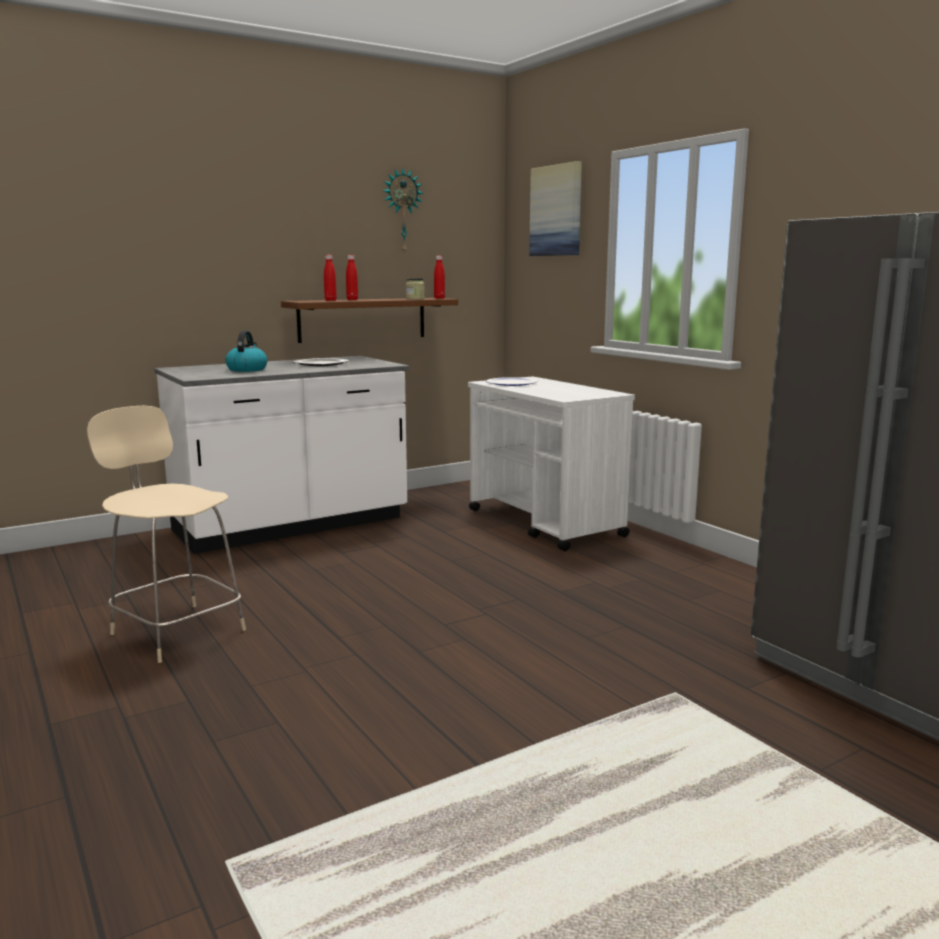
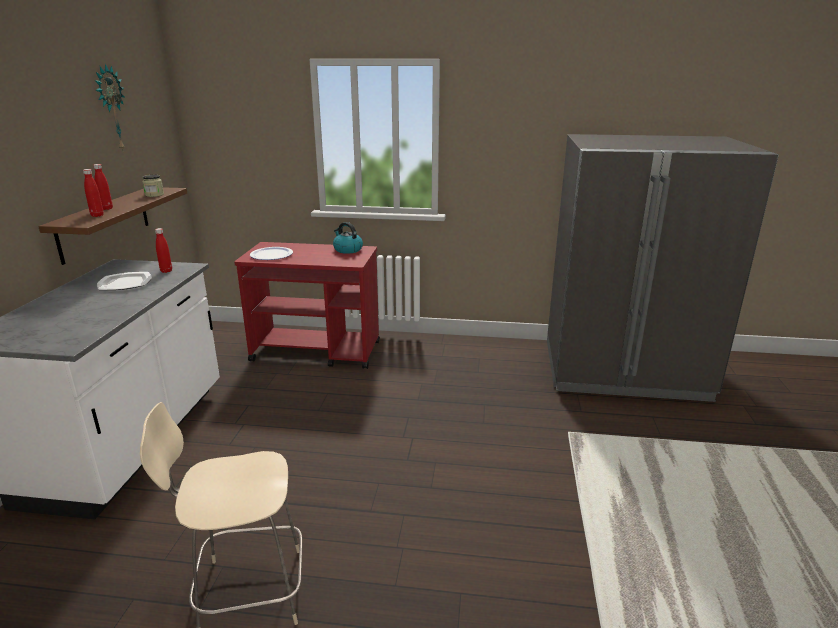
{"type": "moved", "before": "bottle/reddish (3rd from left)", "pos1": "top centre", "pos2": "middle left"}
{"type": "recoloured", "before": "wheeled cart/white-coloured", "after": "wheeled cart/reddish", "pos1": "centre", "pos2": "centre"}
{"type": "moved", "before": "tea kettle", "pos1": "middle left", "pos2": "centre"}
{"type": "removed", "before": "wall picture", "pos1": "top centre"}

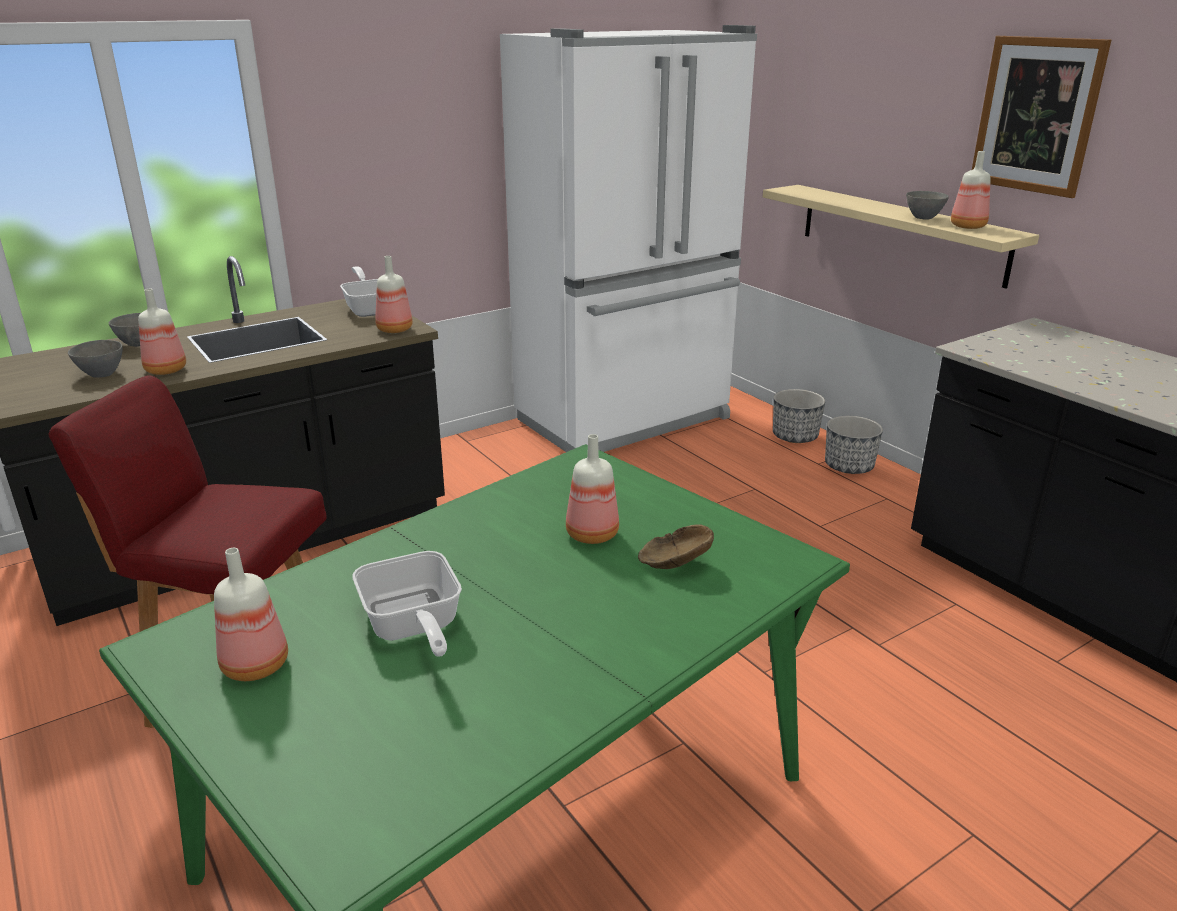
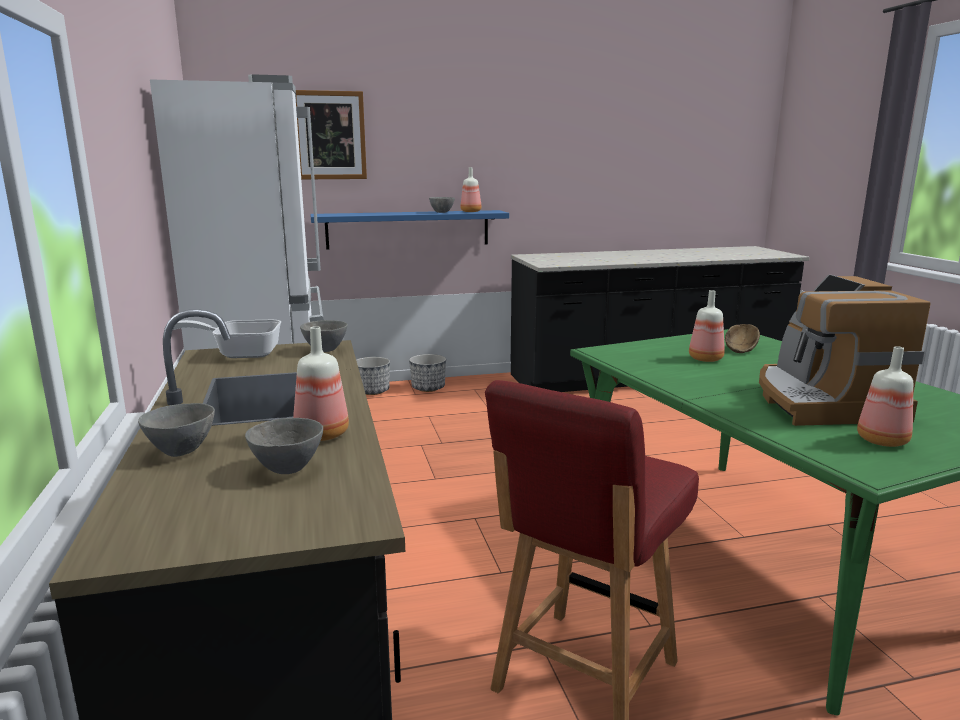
{"type": "moved", "before": "wall picture", "pos1": "top right", "pos2": "top centre"}
{"type": "replaced", "before": "bottle (3rd from left)", "after": "deep dish/greyish (3rd from left)", "pos1": "top centre", "pos2": "centre"}
{"type": "recoloured", "before": "shelf/beige-coloured", "after": "shelf/blue", "pos1": "top right", "pos2": "top centre"}
{"type": "replaced", "before": "skillet (2nd from left)", "after": "coffee maker", "pos1": "centre", "pos2": "middle right"}

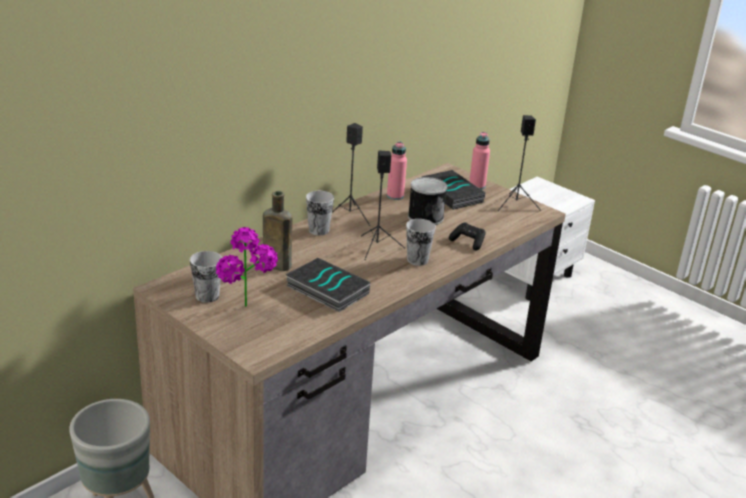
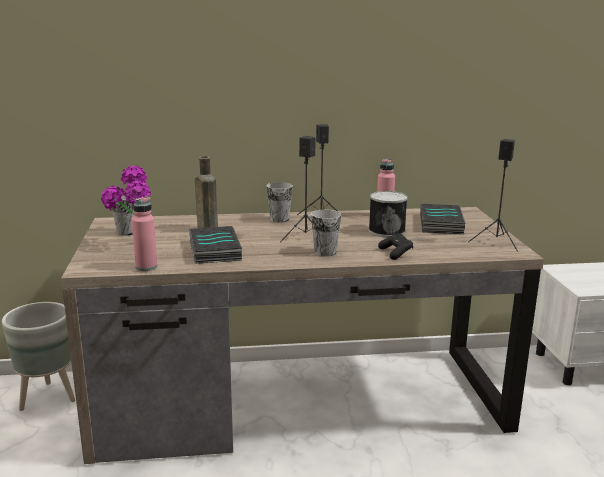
{"type": "moved", "before": "bottle/pink-coloured (2nd from left in the first image)", "after": "bottle/pink-coloured (1st from left)", "pos1": "top centre", "pos2": "middle left"}

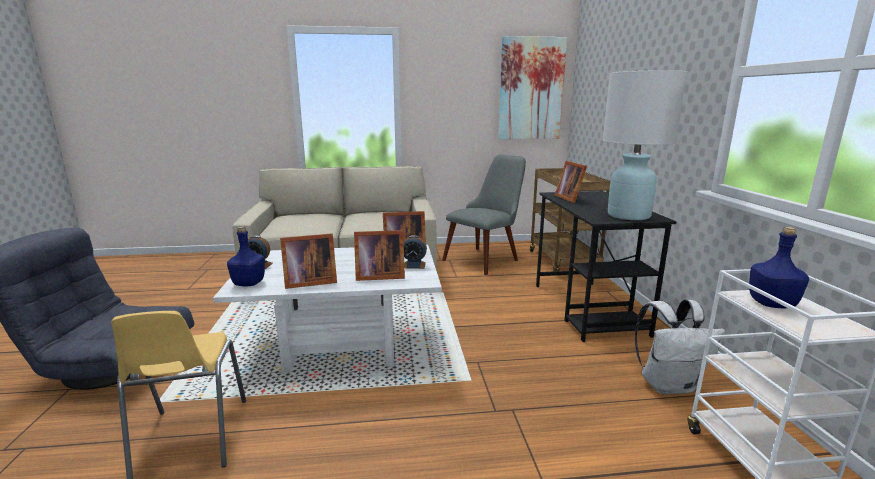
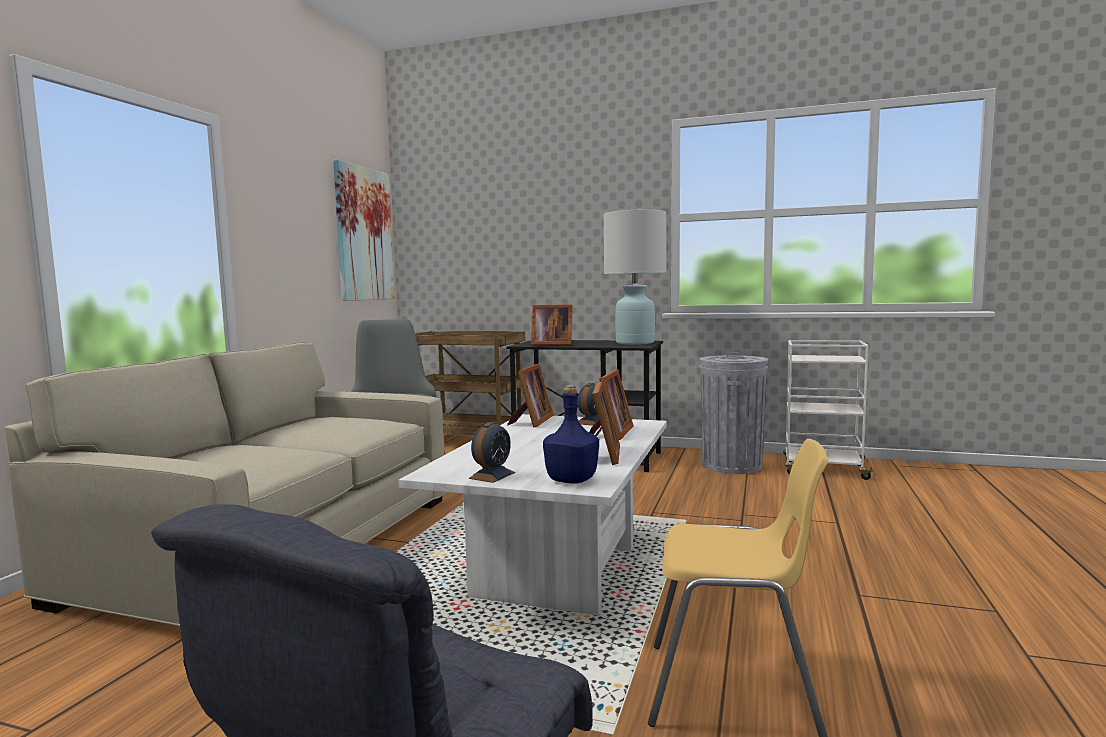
{"type": "replaced", "before": "rucksack/white-coloured", "after": "waste bin/greyish", "pos1": "bottom right", "pos2": "centre"}
{"type": "removed", "before": "bottle/blue (2nd from left)", "pos1": "middle right"}

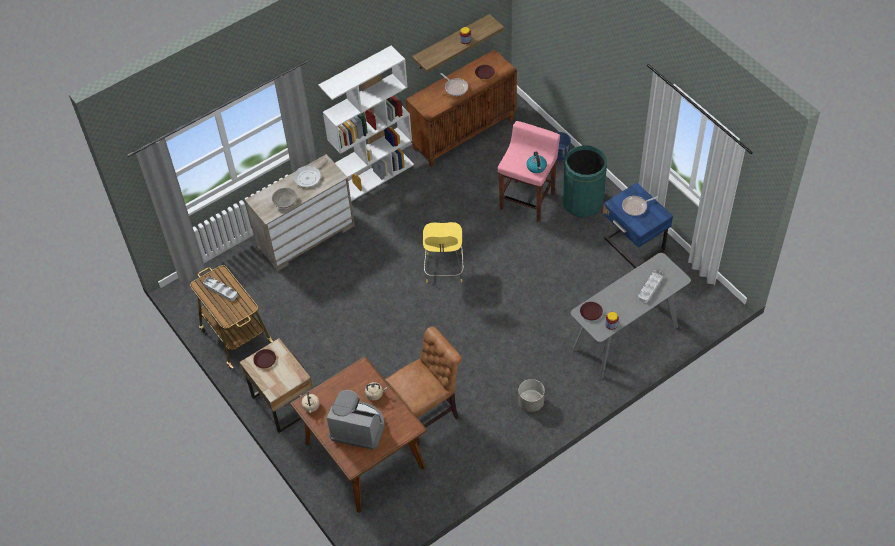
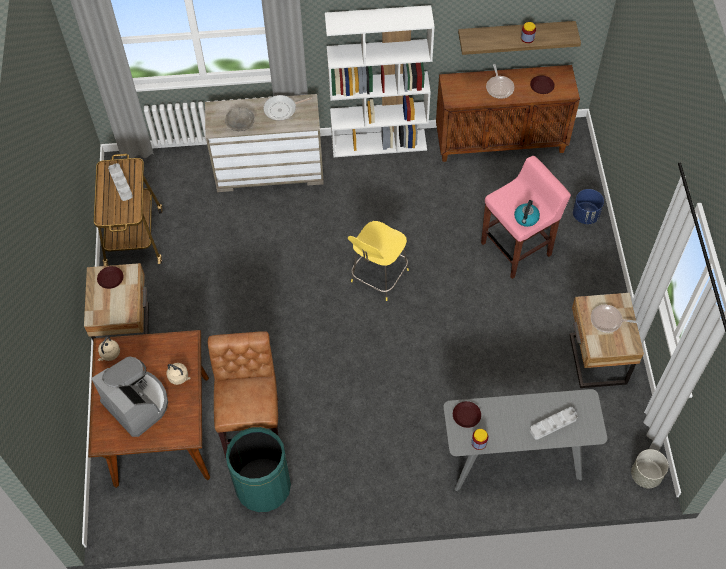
{"type": "turned", "before": "plain chair/brown-coloured", "pos1": "bottom centre", "pos2": "bottom centre", "turn": -90}
{"type": "moved", "before": "waste bin/green", "pos1": "top centre", "pos2": "bottom centre"}
{"type": "recoloured", "before": "night table/blue", "after": "night table/beige-coloured (2nd from left)", "pos1": "middle right", "pos2": "middle right"}
{"type": "moved", "before": "planter/greyish", "pos1": "bottom centre", "pos2": "bottom right"}

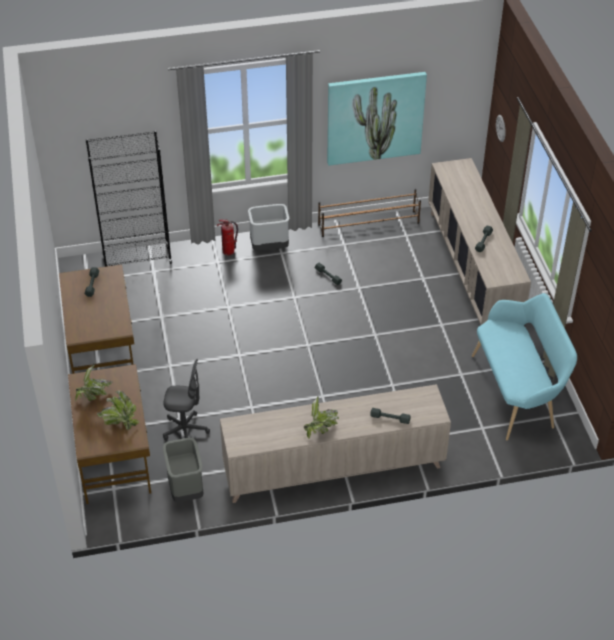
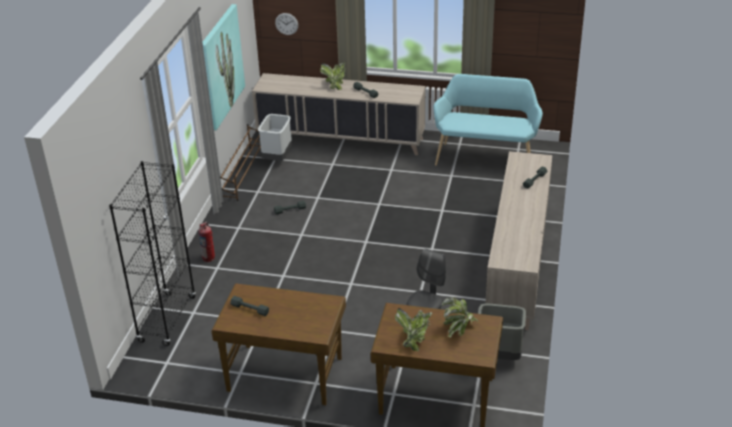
{"type": "moved", "before": "waste bin/greyish (2nd from left in the first image)", "after": "waste bin/greyish (1st from left)", "pos1": "centre", "pos2": "top centre"}
{"type": "moved", "before": "potted plant (3rd from left in the first image)", "after": "potted plant (1st from left)", "pos1": "centre", "pos2": "top centre"}

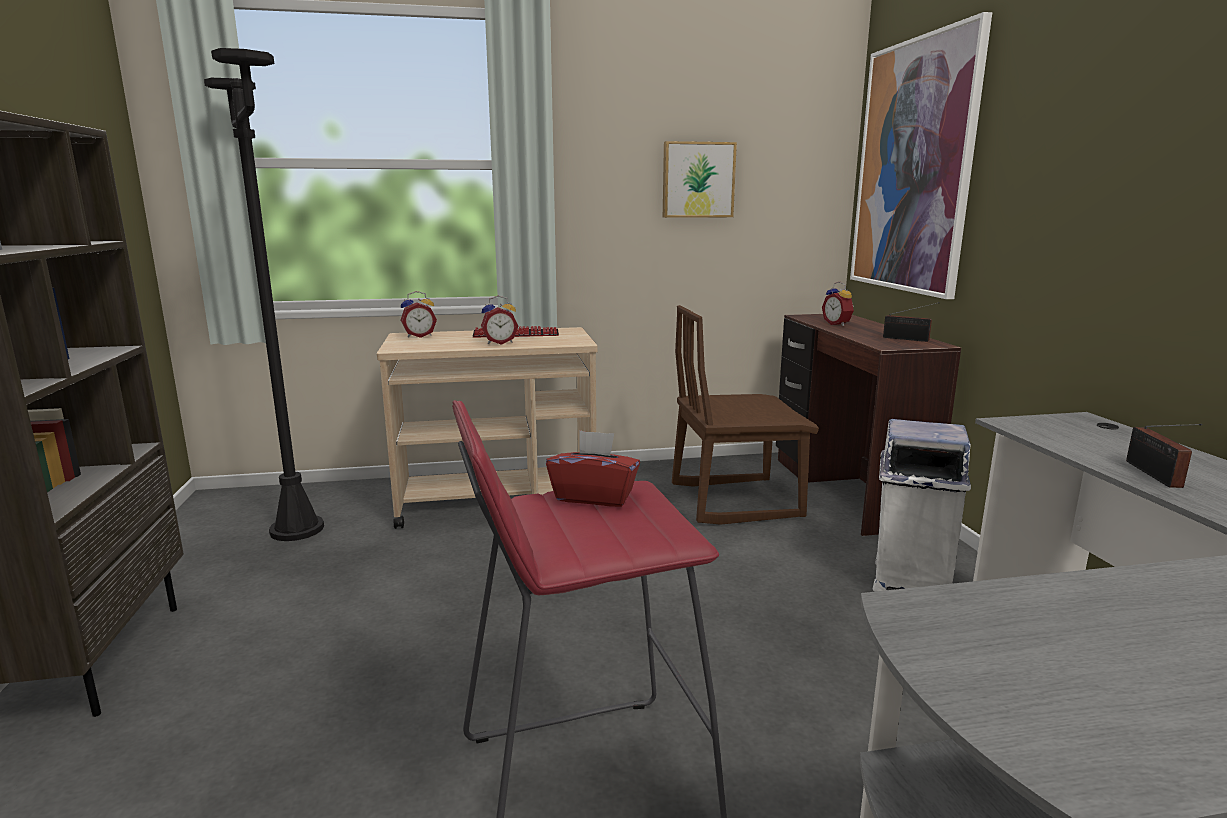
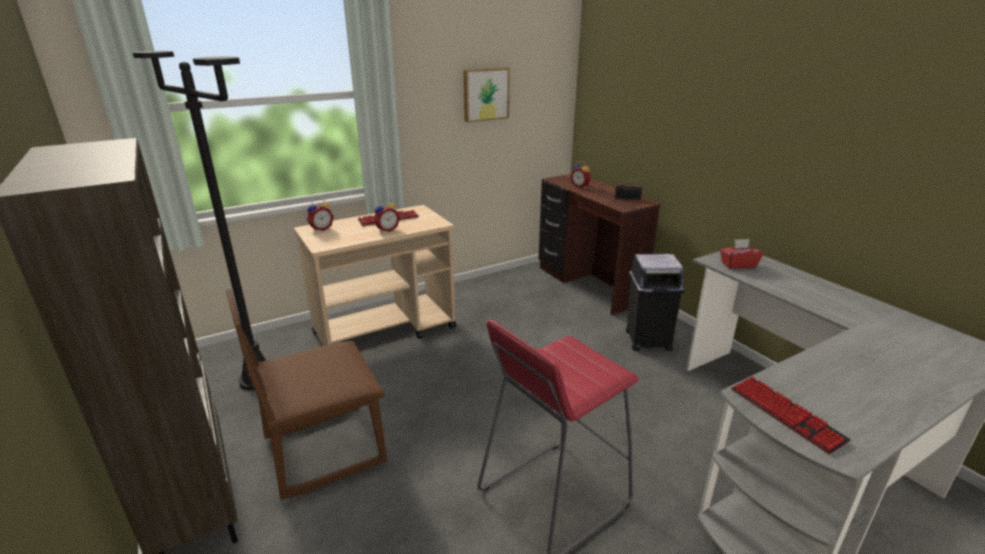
{"type": "moved", "before": "plain chair/brown-coloured", "pos1": "centre", "pos2": "bottom left"}
{"type": "recoloured", "before": "waste bin/white-coloured", "after": "waste bin/blackish", "pos1": "middle right", "pos2": "centre"}
{"type": "moved", "before": "tissue holder/reddish", "pos1": "centre", "pos2": "middle right"}
{"type": "added", "after": "keyboard (2nd from left)", "pos2": "bottom right"}
{"type": "removed", "before": "wall picture (2nd from left)", "pos1": "top right"}
{"type": "removed", "before": "radio (2nd from left)", "pos1": "middle right"}

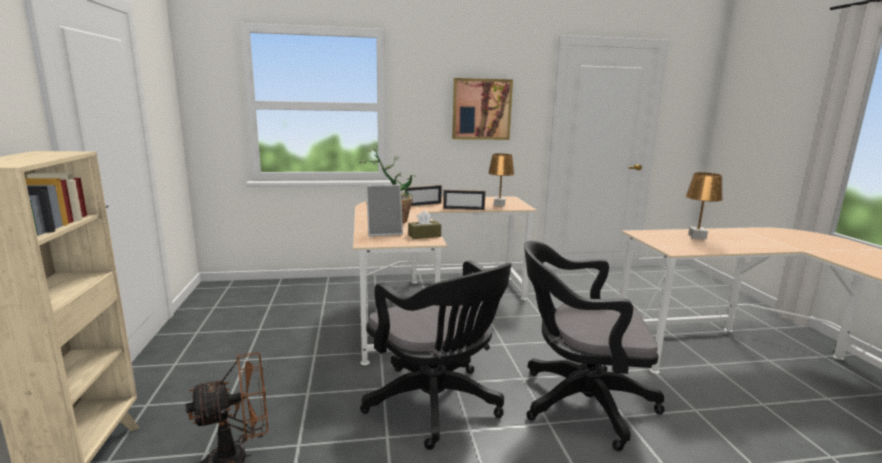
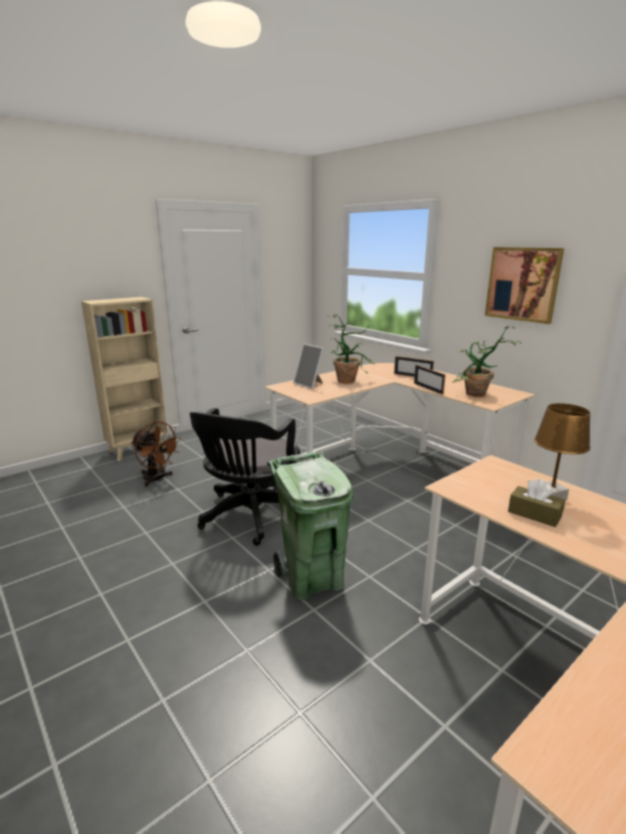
{"type": "replaced", "before": "computer chair/blackish (2nd from left)", "after": "waste bin/green", "pos1": "bottom right", "pos2": "centre"}
{"type": "replaced", "before": "table lamp/brown-coloured (1st from left)", "after": "potted plant (2nd from left)", "pos1": "centre", "pos2": "middle right"}
{"type": "moved", "before": "tissue holder/brown-coloured", "pos1": "centre", "pos2": "middle right"}

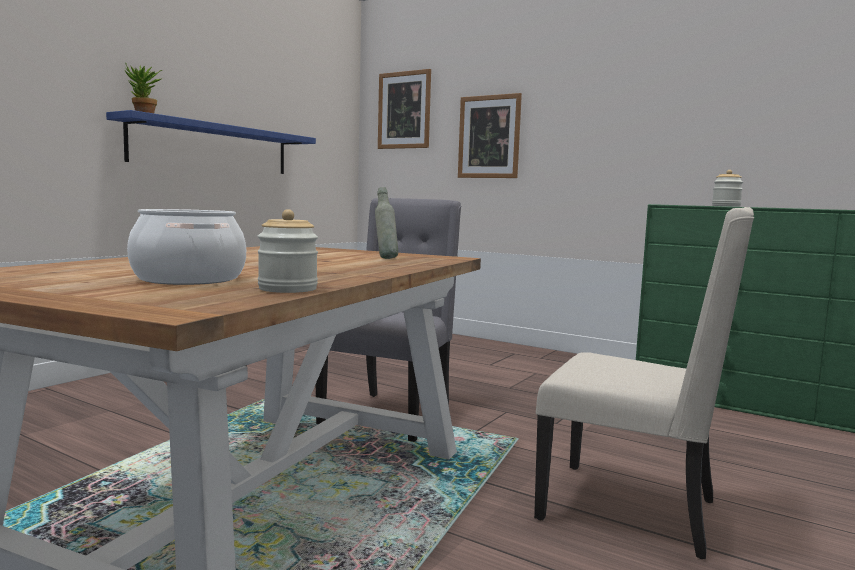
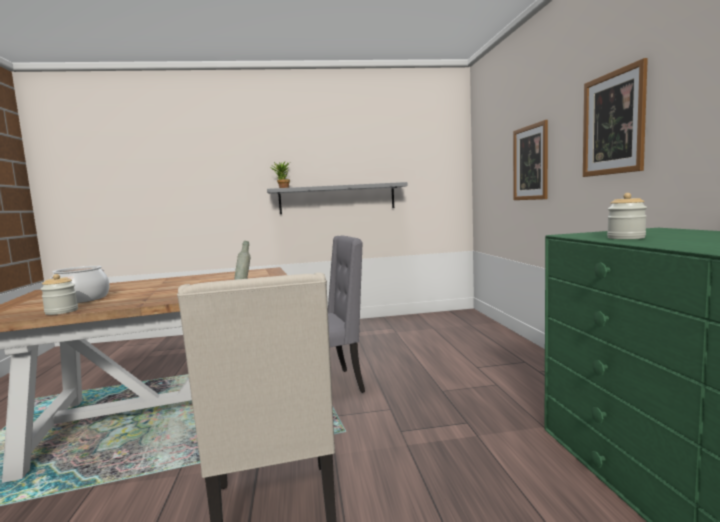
{"type": "recoloured", "before": "shelf/blue", "after": "shelf/greyish", "pos1": "top left", "pos2": "centre"}
{"type": "moved", "before": "wall picture (1st from left in the first image)", "after": "wall picture (2nd from left)", "pos1": "top centre", "pos2": "top right"}

